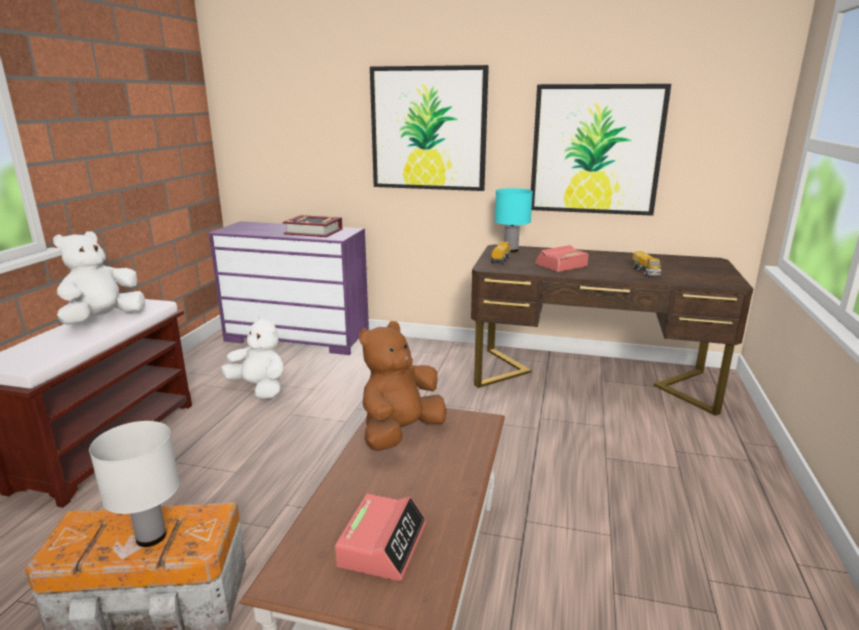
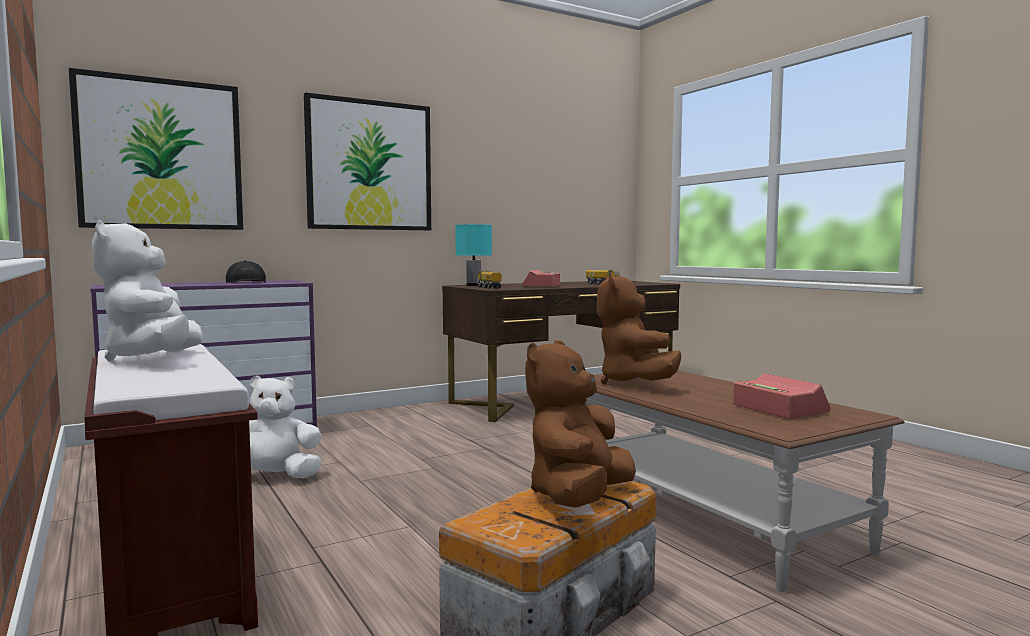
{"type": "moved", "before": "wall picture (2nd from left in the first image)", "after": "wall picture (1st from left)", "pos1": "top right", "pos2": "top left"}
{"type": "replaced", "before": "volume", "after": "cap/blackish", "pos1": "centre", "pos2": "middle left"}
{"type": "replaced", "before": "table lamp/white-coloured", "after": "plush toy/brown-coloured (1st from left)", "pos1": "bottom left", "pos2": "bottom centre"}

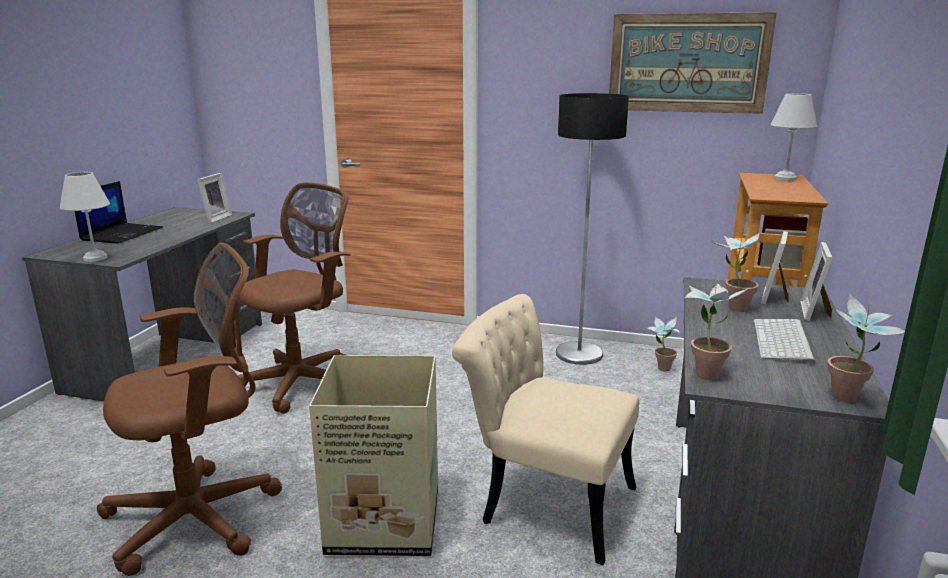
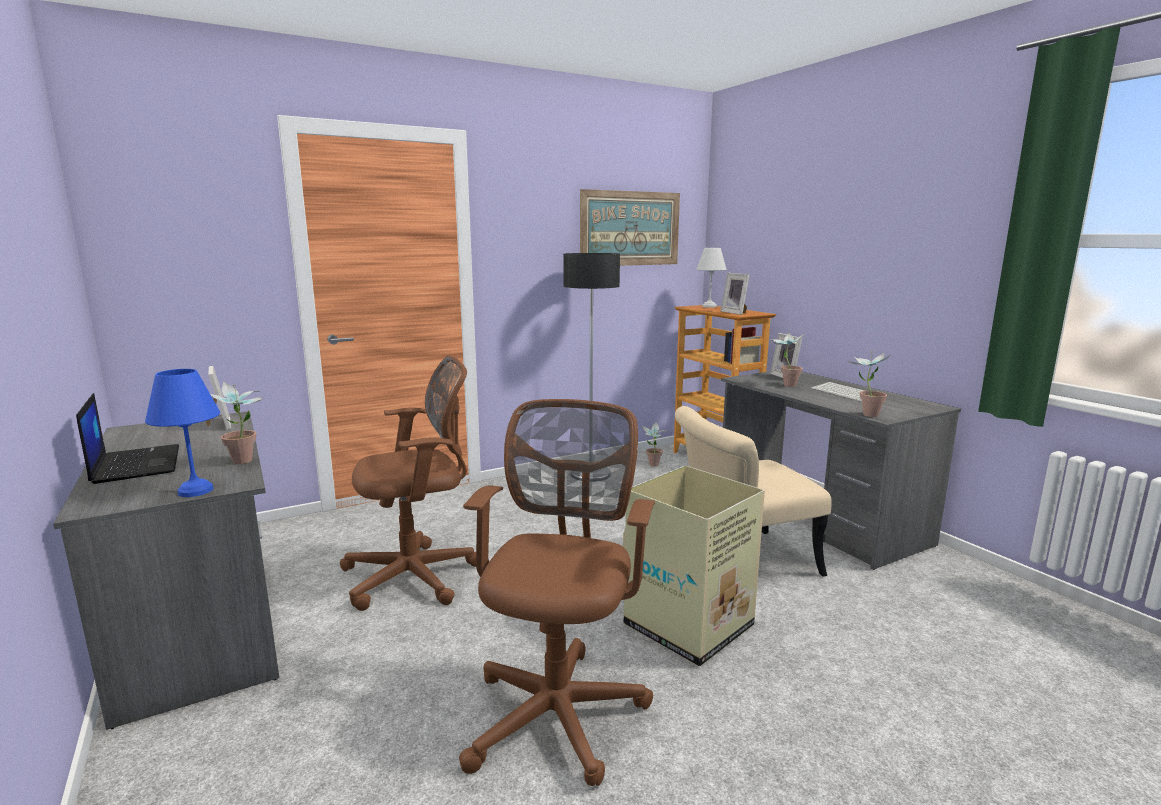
{"type": "recoloured", "before": "table lamp/white-coloured (1st from left)", "after": "table lamp/blue", "pos1": "middle left", "pos2": "middle left"}
{"type": "moved", "before": "potted plant (4th from left in the first image)", "after": "potted plant (1st from left)", "pos1": "middle right", "pos2": "middle left"}
{"type": "turned", "before": "computer chair/brown-coloured (2nd from left in the first image)", "pos1": "middle left", "pos2": "centre", "turn": 75}
{"type": "moved", "before": "picture frame (3rd from left in the first image)", "after": "picture frame (2nd from left)", "pos1": "middle right", "pos2": "centre"}

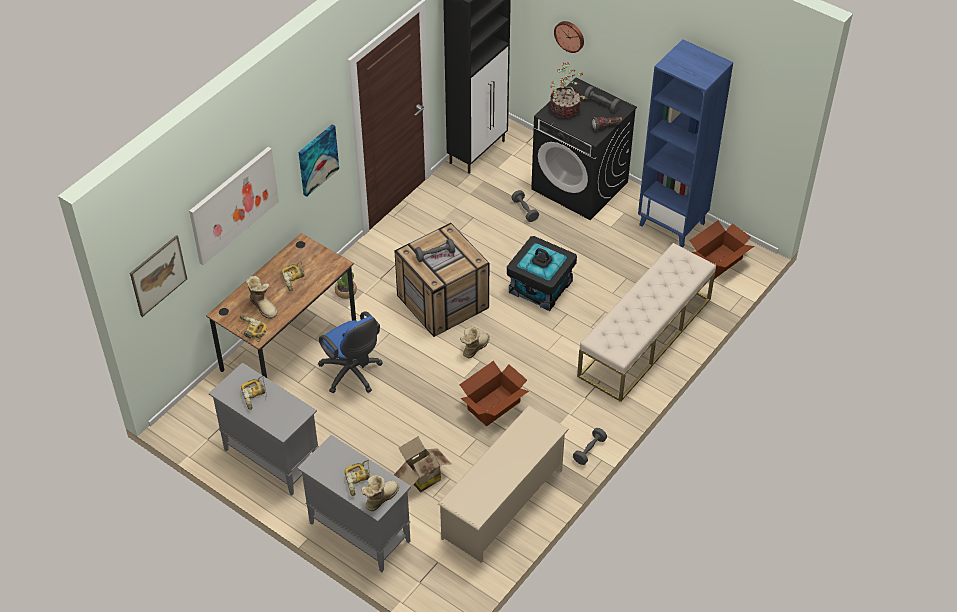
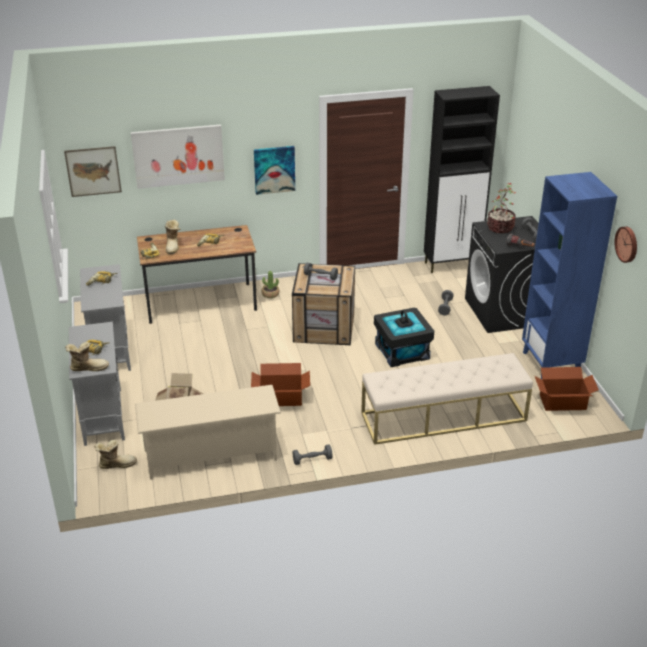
{"type": "moved", "before": "boot (3rd from left in the first image)", "after": "boot (2nd from left)", "pos1": "centre", "pos2": "bottom left"}
{"type": "moved", "before": "hanging clock", "pos1": "top centre", "pos2": "middle right"}
{"type": "removed", "before": "computer chair/blue", "pos1": "centre"}

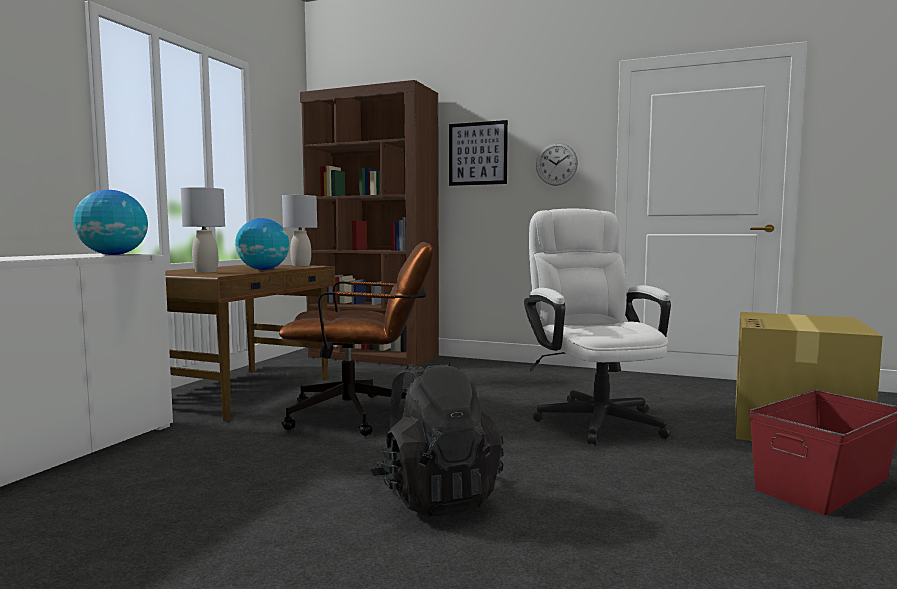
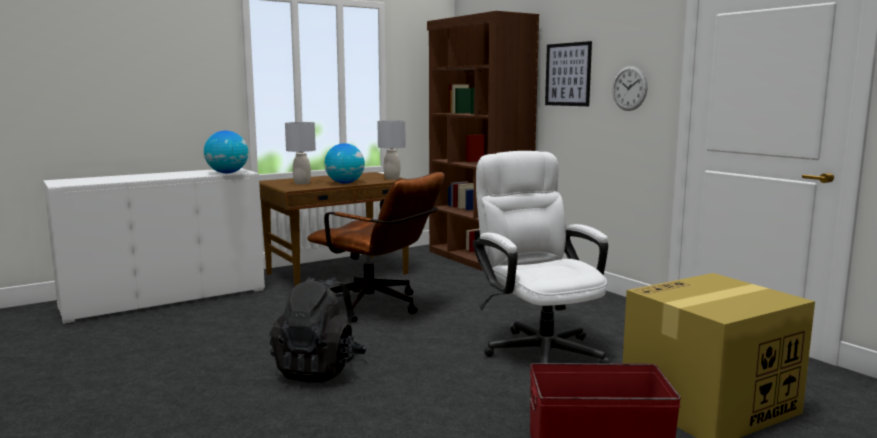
{"type": "turned", "before": "computer chair/white-coloured", "pos1": "centre", "pos2": "centre", "turn": -45}

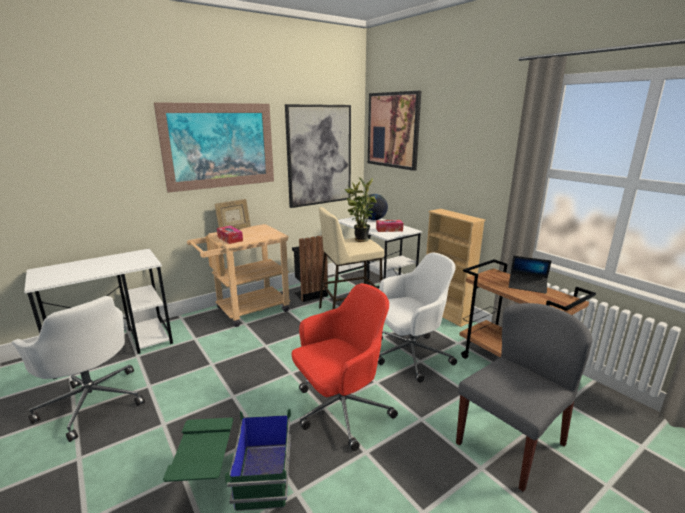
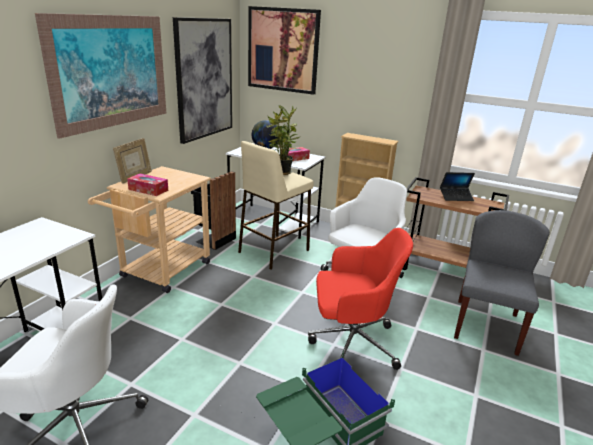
{"type": "turned", "before": "computer chair/reddish", "pos1": "bottom centre", "pos2": "bottom centre", "turn": 60}

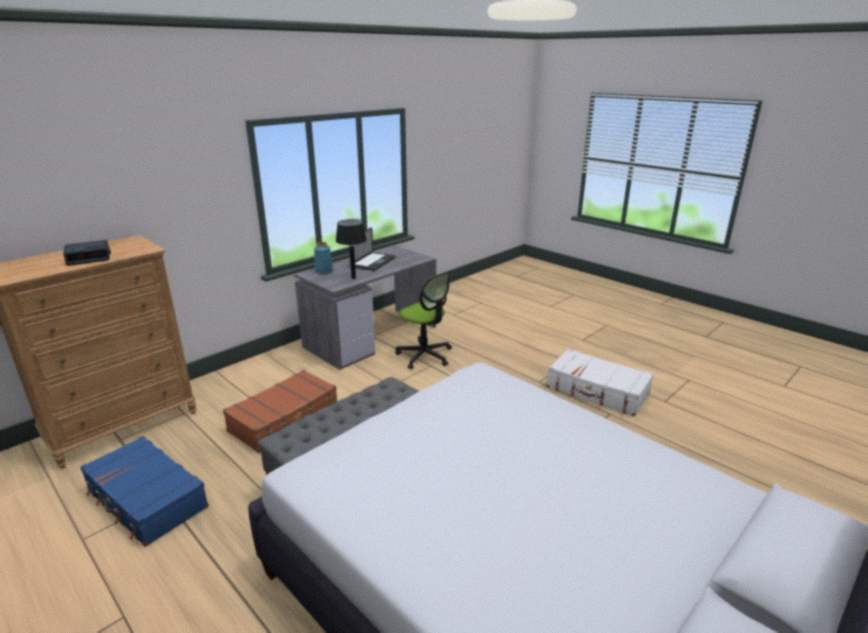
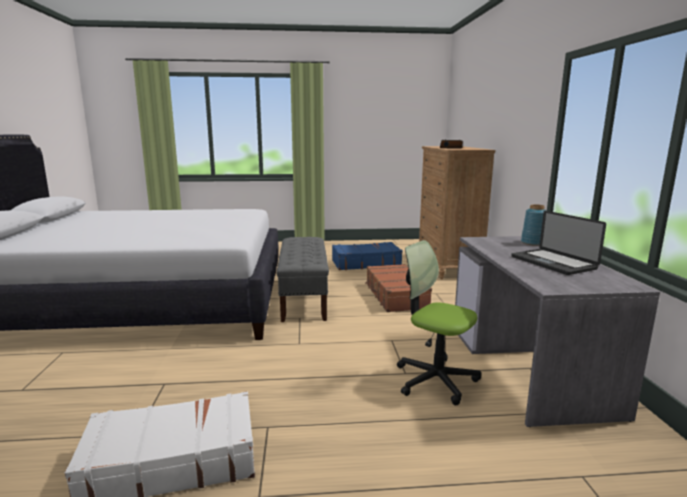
{"type": "turned", "before": "computer chair", "pos1": "centre", "pos2": "centre", "turn": 45}
{"type": "removed", "before": "table lamp/blackish", "pos1": "centre"}

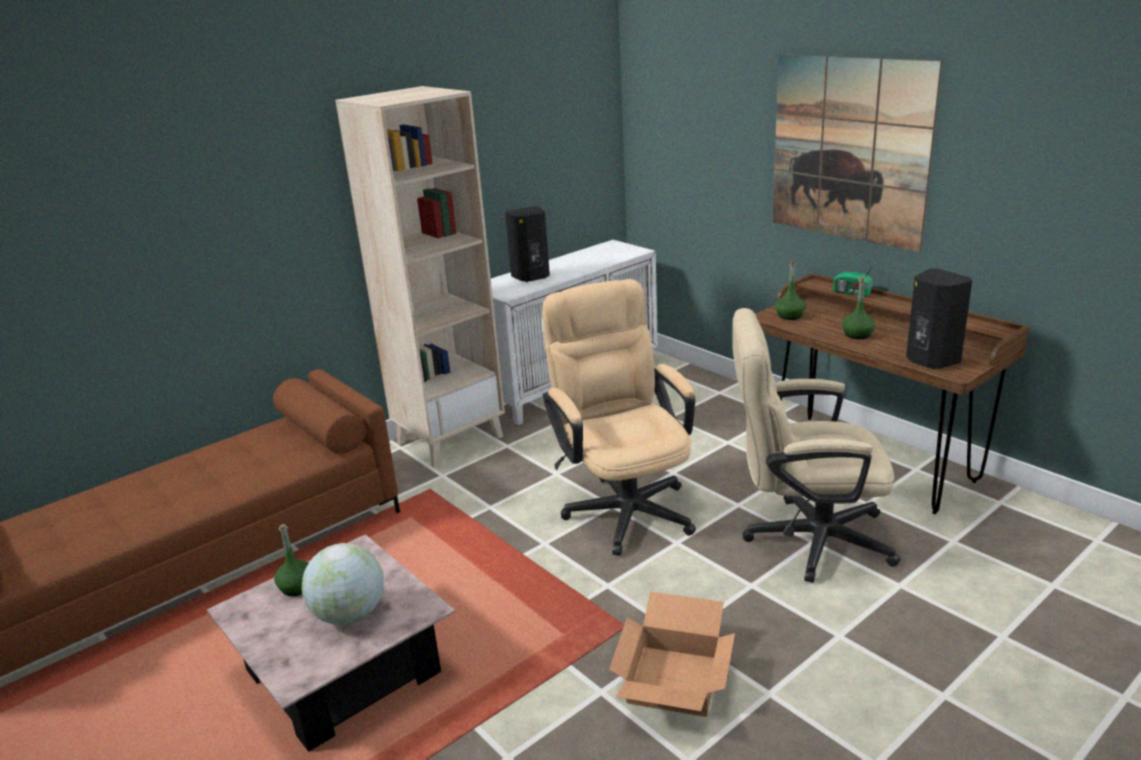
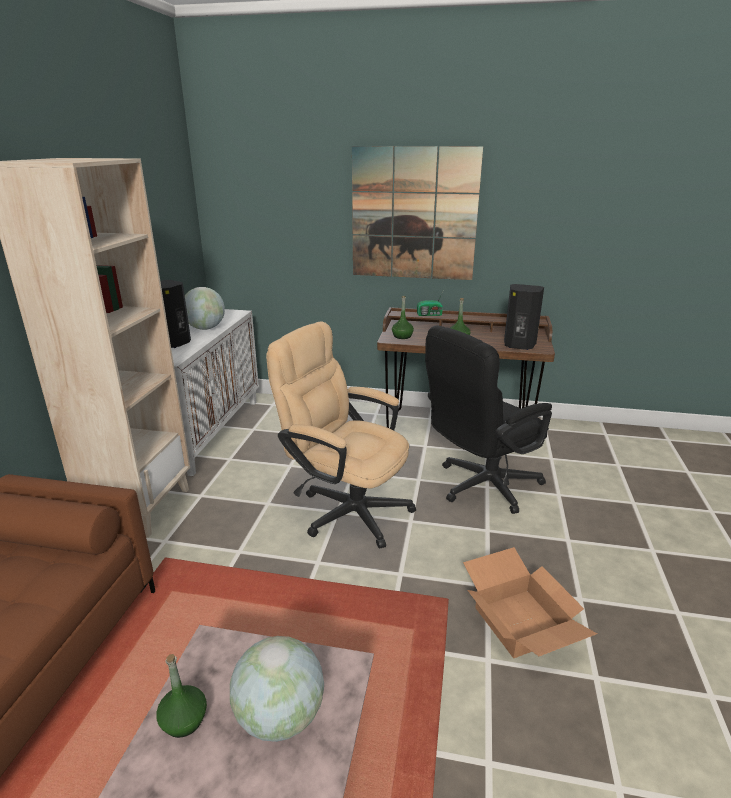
{"type": "added", "after": "globe (1st from left)", "pos2": "middle left"}
{"type": "recoloured", "before": "computer chair/beige-coloured (2nd from left)", "after": "computer chair/blackish", "pos1": "middle right", "pos2": "middle right"}

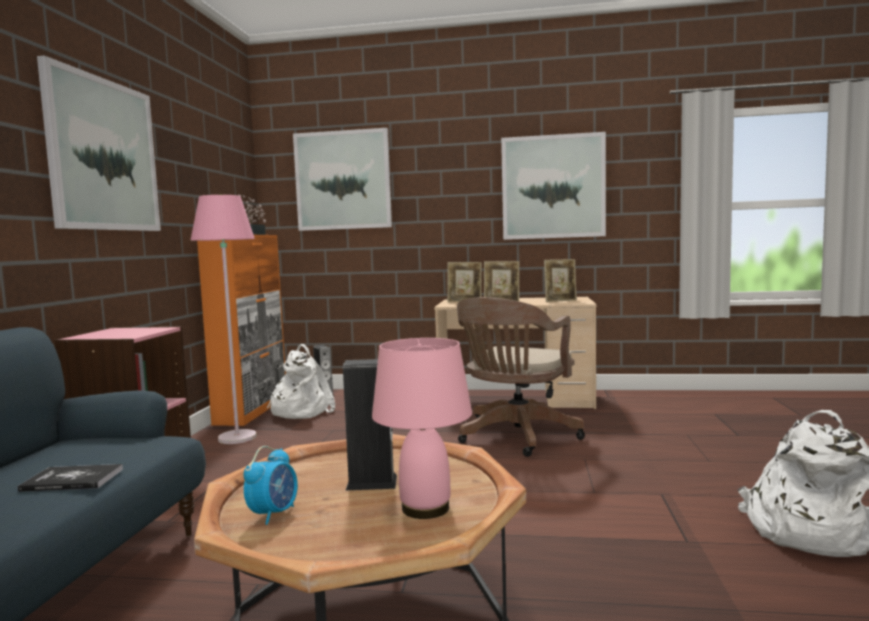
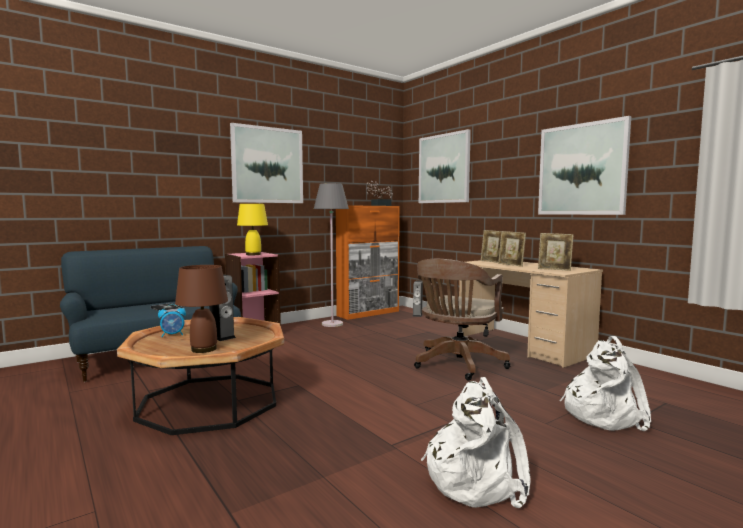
{"type": "recoloured", "before": "table lamp/pink-coloured", "after": "table lamp/brown-coloured", "pos1": "bottom centre", "pos2": "middle left"}
{"type": "added", "after": "table lamp/yellow", "pos2": "centre"}
{"type": "recoloured", "before": "floor lamp/pink-coloured", "after": "floor lamp/greyish", "pos1": "middle left", "pos2": "centre"}
{"type": "turned", "before": "computer chair/brown-coloured", "pos1": "centre", "pos2": "centre", "turn": -45}
{"type": "moved", "before": "rucksack/white-coloured (1st from left in the first image)", "after": "rucksack/white-coloured (2nd from left)", "pos1": "centre", "pos2": "bottom right"}

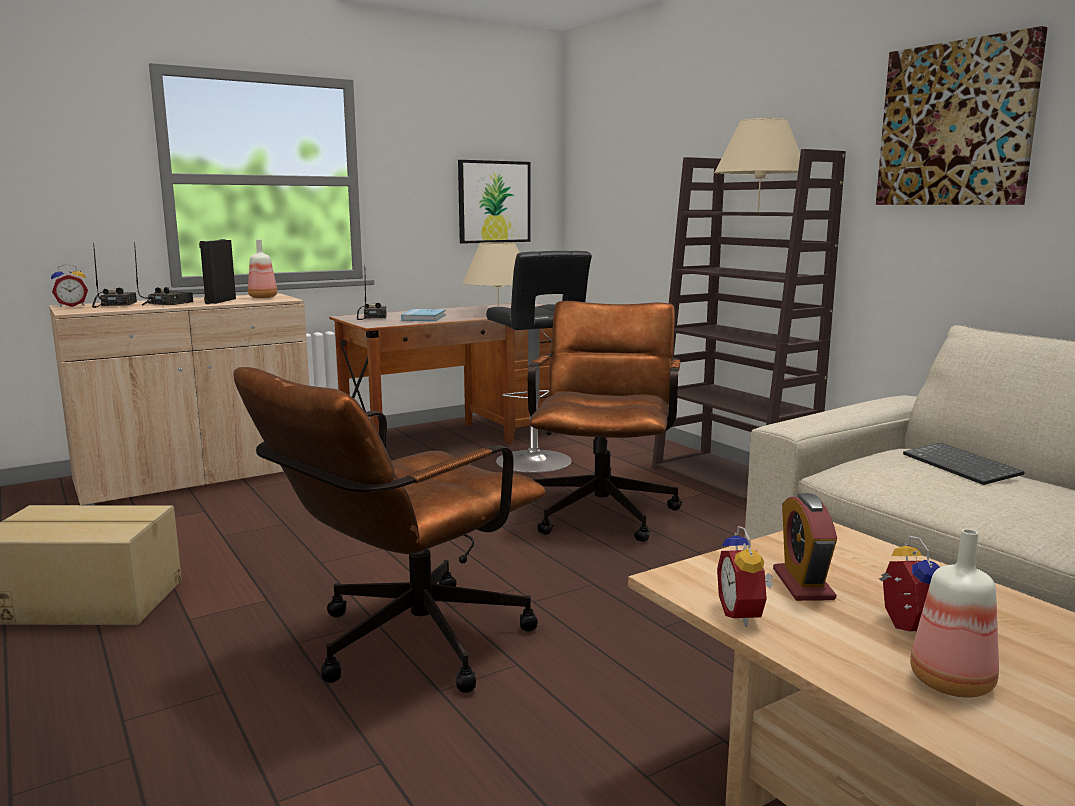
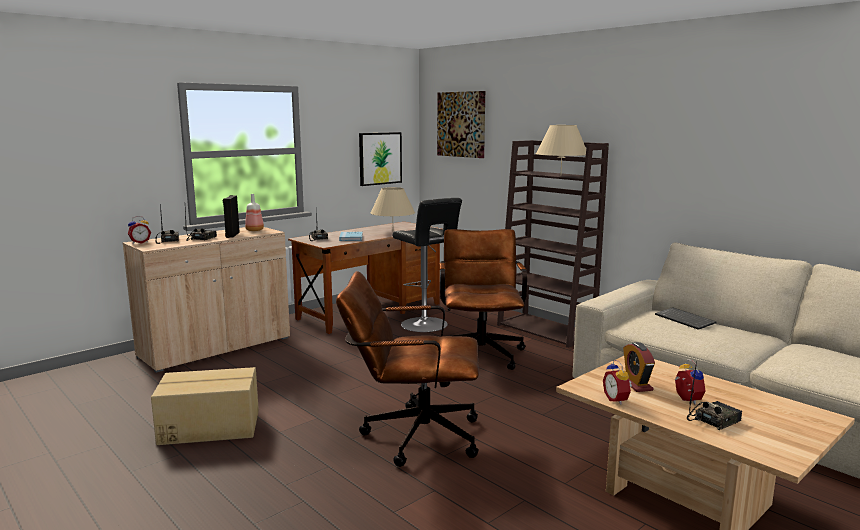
{"type": "turned", "before": "computer chair/brown-coloured (1st from left)", "pos1": "centre", "pos2": "bottom centre", "turn": 60}
{"type": "moved", "before": "wall picture (2nd from left)", "pos1": "top right", "pos2": "top centre"}
{"type": "replaced", "before": "bottle (2nd from left)", "after": "radio (4th from left)", "pos1": "bottom right", "pos2": "bottom right"}

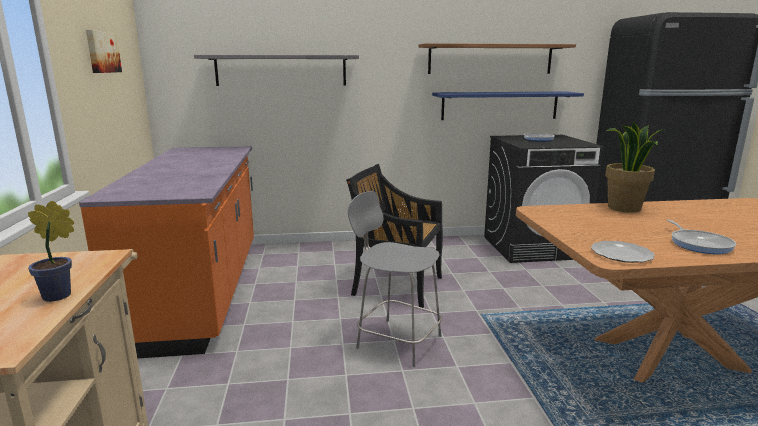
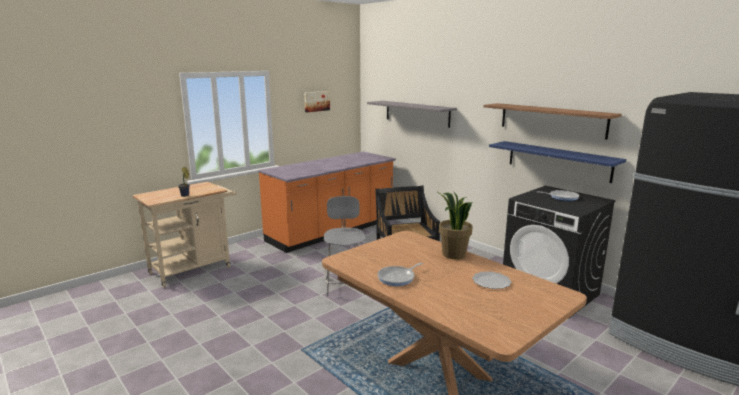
{"type": "moved", "before": "flat dish", "pos1": "middle right", "pos2": "bottom centre"}

